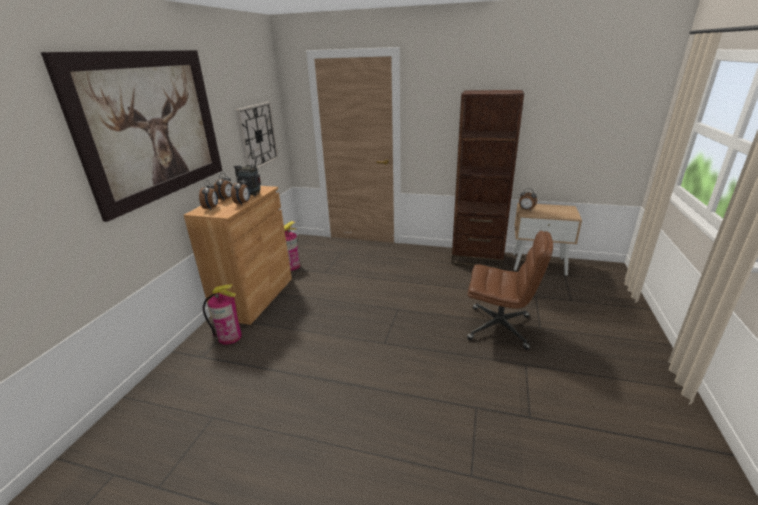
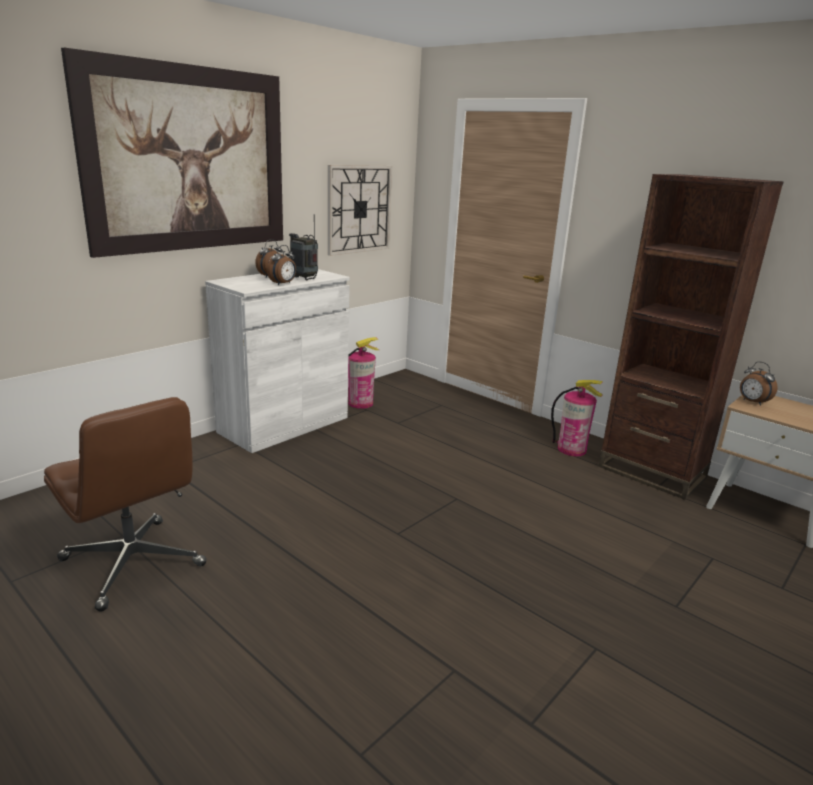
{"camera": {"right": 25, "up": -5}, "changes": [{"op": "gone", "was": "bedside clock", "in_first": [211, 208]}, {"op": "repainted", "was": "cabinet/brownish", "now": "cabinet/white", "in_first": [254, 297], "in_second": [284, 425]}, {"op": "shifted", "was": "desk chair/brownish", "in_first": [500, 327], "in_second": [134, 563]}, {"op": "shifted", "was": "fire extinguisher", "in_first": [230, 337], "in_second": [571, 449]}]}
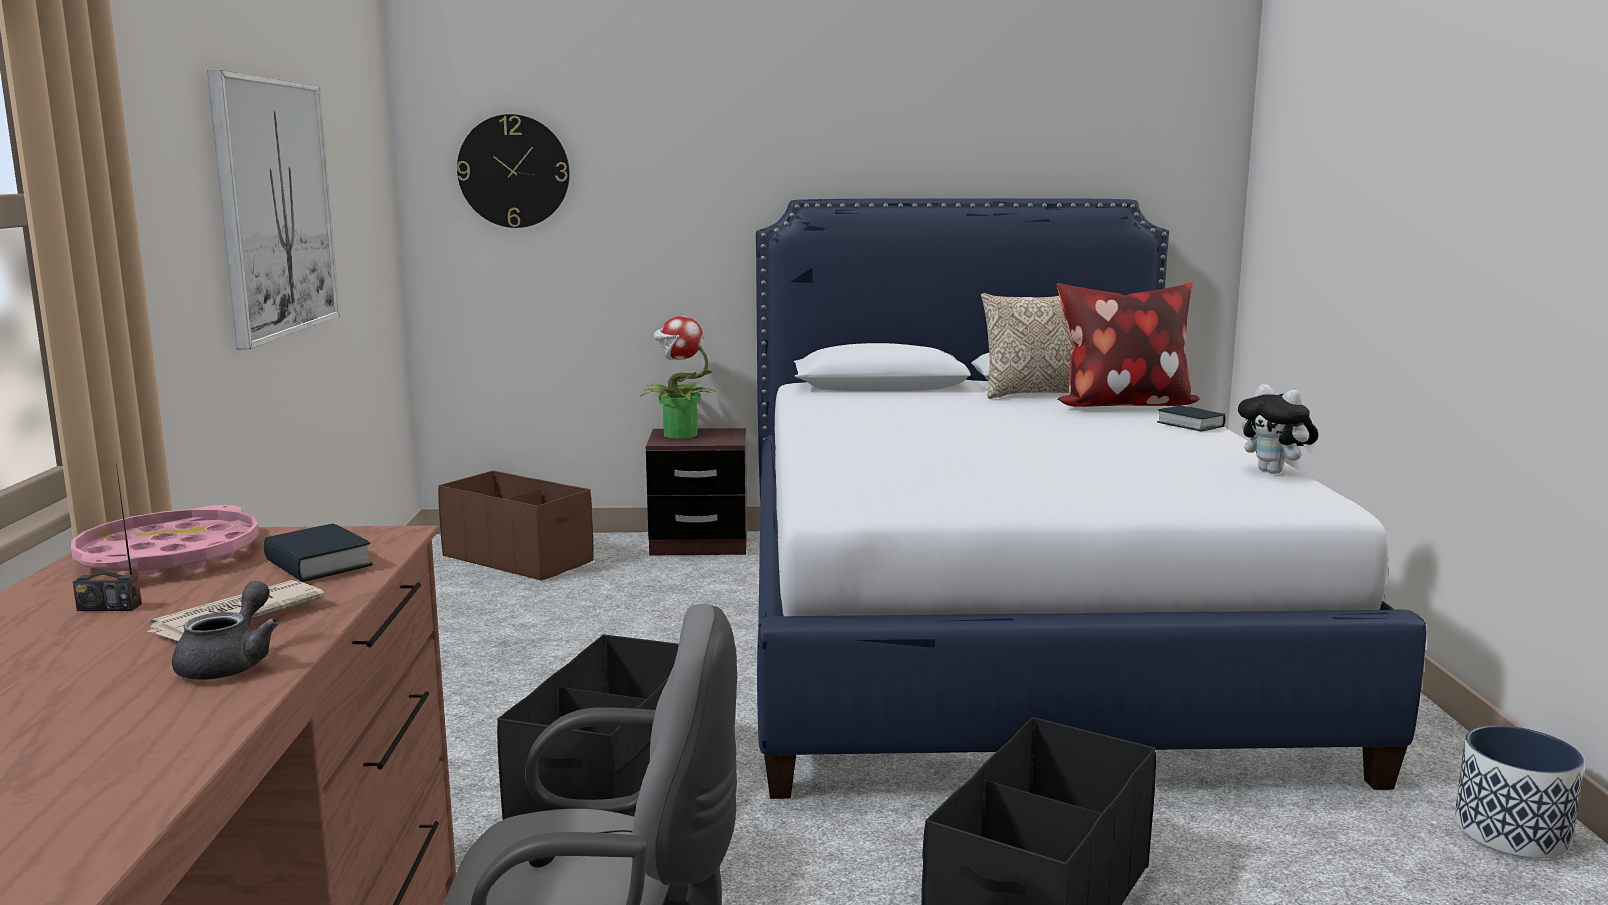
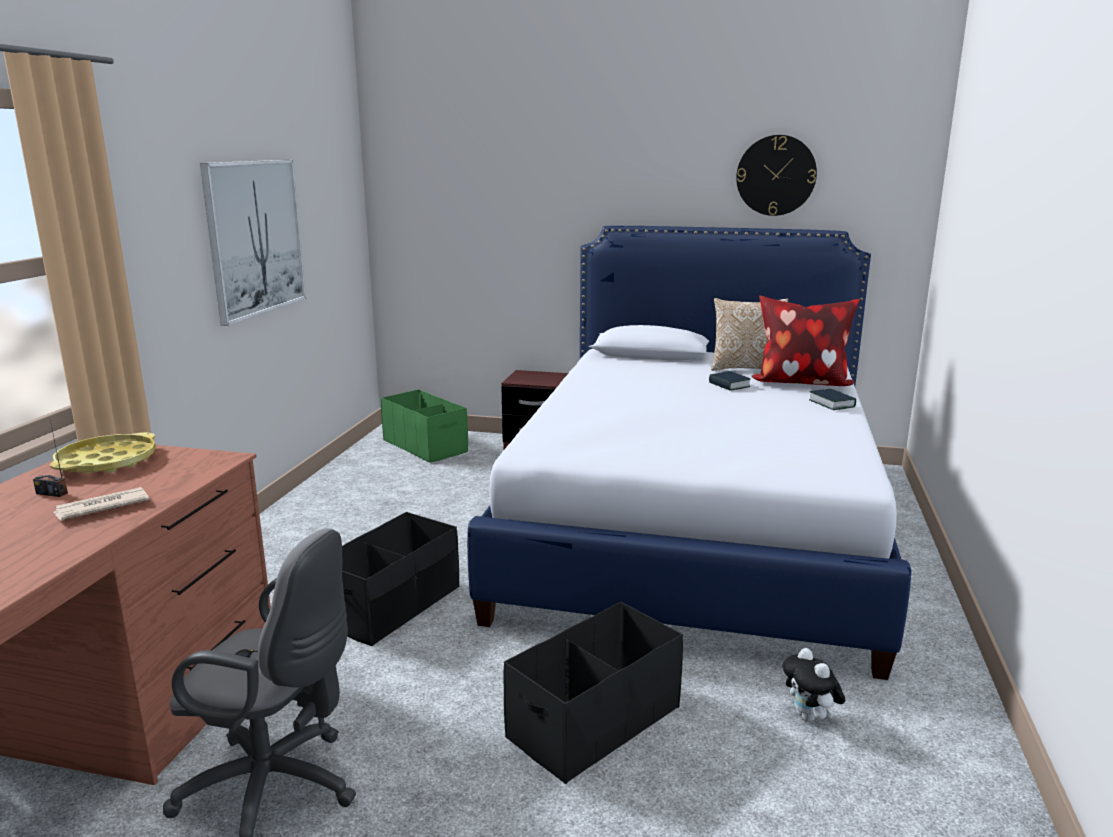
{"camera": {"right": 15, "up": 5}, "changes": [{"op": "shifted", "was": "wall clock", "in_first": [514, 171], "in_second": [776, 175]}, {"op": "gone", "was": "houseplant", "in_first": [679, 434]}, {"op": "shifted", "was": "plush toy", "in_first": [1274, 472], "in_second": [810, 718]}, {"op": "repainted", "was": "storage box/brownish", "now": "storage box/green-coloured", "in_first": [518, 558], "in_second": [425, 446]}, {"op": "repainted", "was": "carrying tray/pink-coloured", "now": "carrying tray/yellow-coloured", "in_first": [169, 556], "in_second": [107, 462]}, {"op": "shifted", "was": "bound book", "in_first": [318, 564], "in_second": [729, 385]}, {"op": "gone", "was": "pot for tea/greyish", "in_first": [231, 663]}, {"op": "gone", "was": "flower pot", "in_first": [1512, 833]}]}
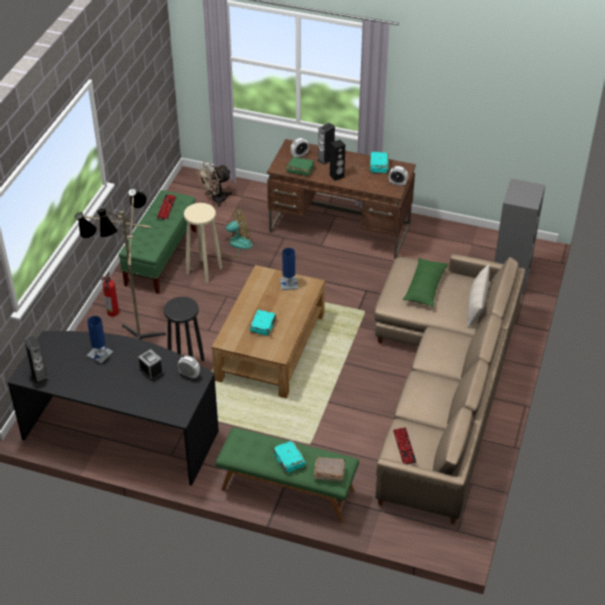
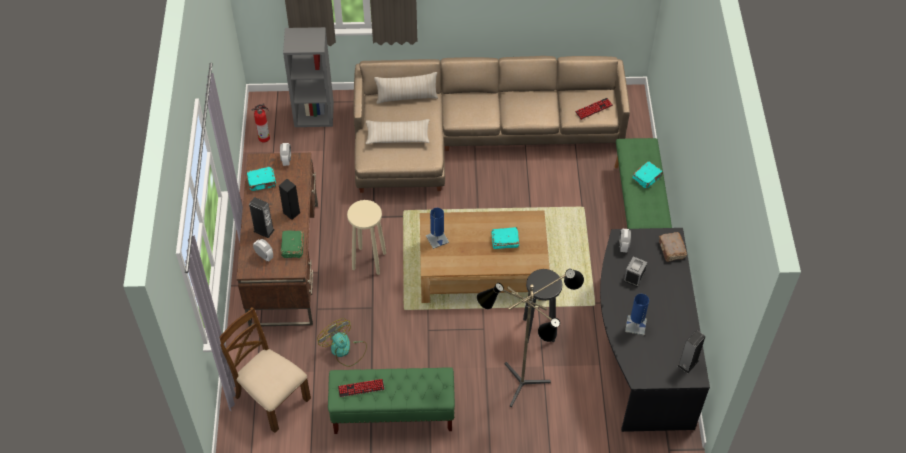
{"camera": {"right": -110, "up": 10}, "changes": [{"op": "swapped", "was": "cooling fan/beige", "now": "plain chair/brownish", "in_first": [215, 199], "in_second": [271, 397]}, {"op": "shifted", "was": "stool/beige", "in_first": [203, 270], "in_second": [369, 261]}, {"op": "repainted", "was": "cushion/green-coloured", "now": "cushion/beige", "in_first": [425, 287], "in_second": [397, 136]}, {"op": "shifted", "was": "fire extinguisher", "in_first": [112, 313], "in_second": [265, 137]}, {"op": "shifted", "was": "bound book/brownish", "in_first": [329, 473], "in_second": [671, 250]}]}
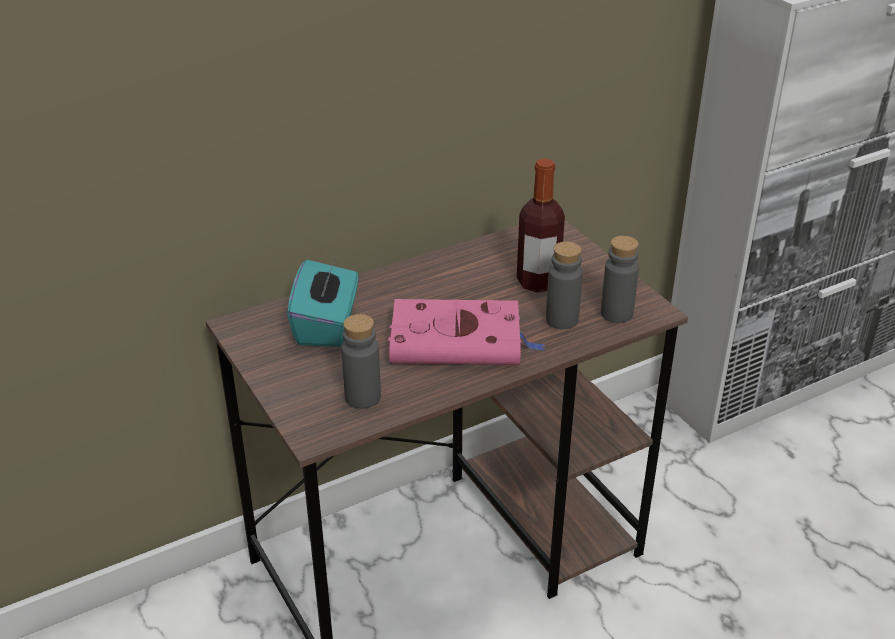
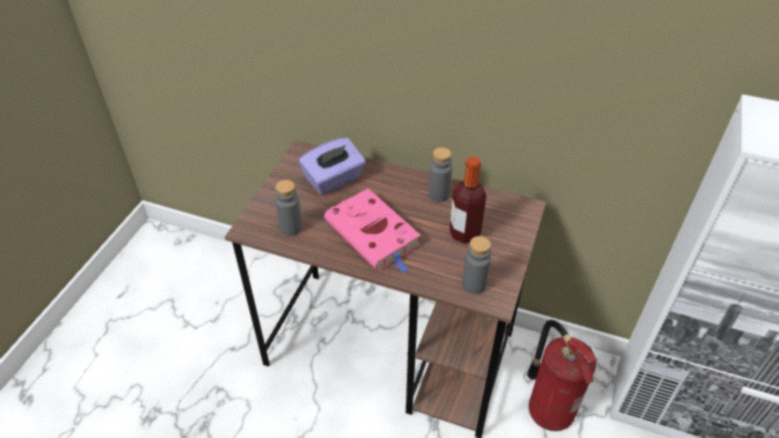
{"camera": {"right": 50, "up": 10}, "changes": [{"op": "shifted", "was": "bottle/greyish", "in_first": [562, 320], "in_second": [439, 194]}, {"op": "repainted", "was": "tissue box/turquoise-coloured", "now": "tissue box/purple-coloured", "in_first": [327, 325], "in_second": [334, 180]}, {"op": "new", "now": "fire extinguisher", "in_second": [549, 409]}]}
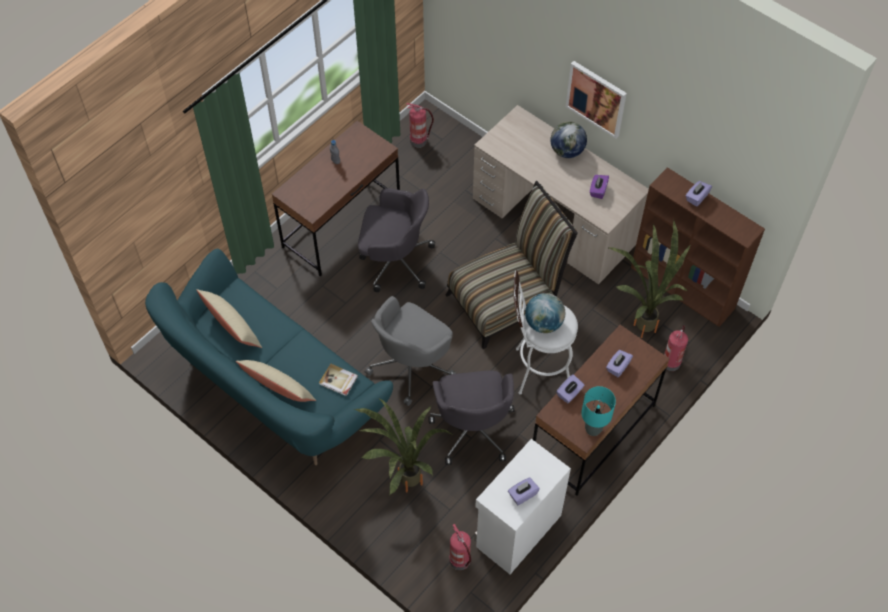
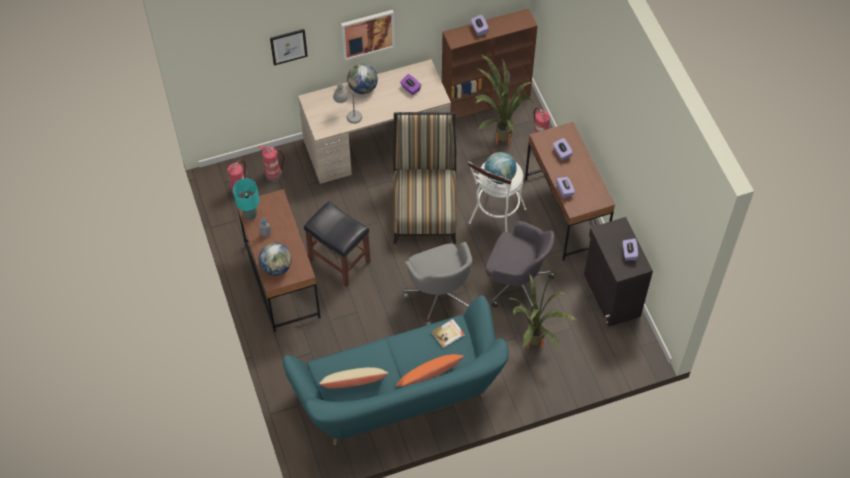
{"camera": {"right": -60, "up": 0}, "changes": [{"op": "swapped", "was": "desk chair/greyish", "now": "stool/blackish", "in_first": [395, 260], "in_second": [340, 261]}, {"op": "repainted", "was": "cushion/beige", "now": "cushion/orange-coloured", "in_first": [278, 389], "in_second": [429, 377]}, {"op": "shifted", "was": "tabletop lamp/turquoise-coloured", "in_first": [593, 429], "in_second": [250, 215]}, {"op": "repainted", "was": "cabinet/white", "now": "cabinet/blackish", "in_first": [517, 530], "in_second": [611, 295]}, {"op": "shifted", "was": "fire extinguisher", "in_first": [460, 561], "in_second": [274, 175]}, {"op": "new", "now": "wall picture", "in_second": [288, 46]}, {"op": "new", "now": "tabletop lamp/greyish", "in_second": [348, 115]}, {"op": "new", "now": "desk globe", "in_second": [276, 267]}]}
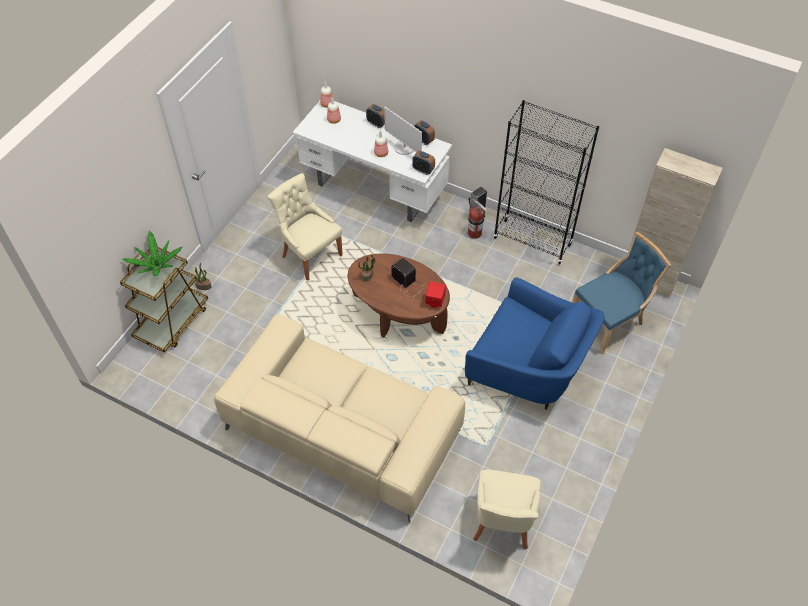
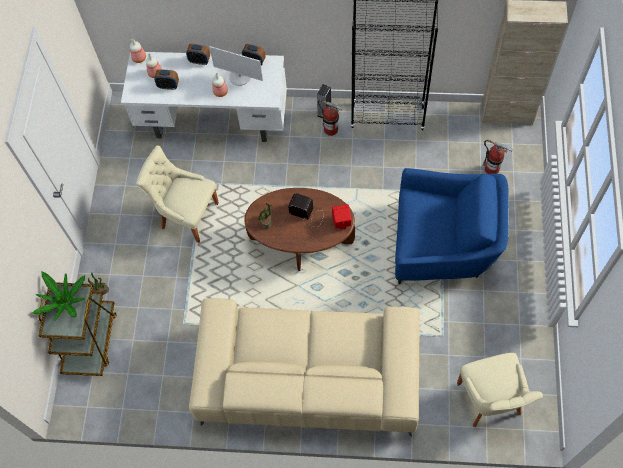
{"camera": {"right": -20, "up": 10}, "changes": [{"op": "shifted", "was": "bedside clock", "in_first": [423, 170], "in_second": [168, 86]}, {"op": "swapped", "was": "plain chair/bluish", "now": "fire extinguisher", "in_first": [609, 321], "in_second": [492, 169]}]}
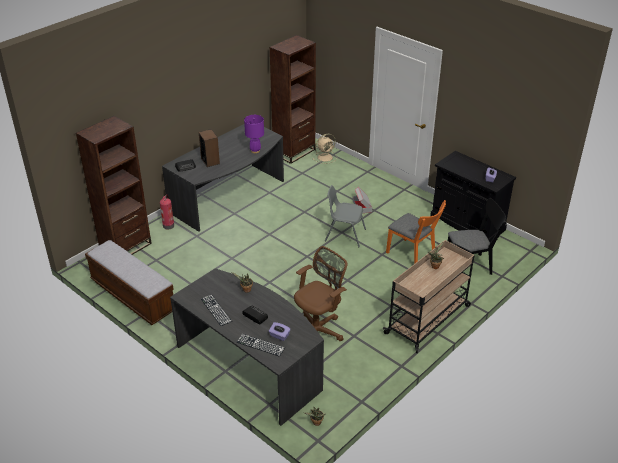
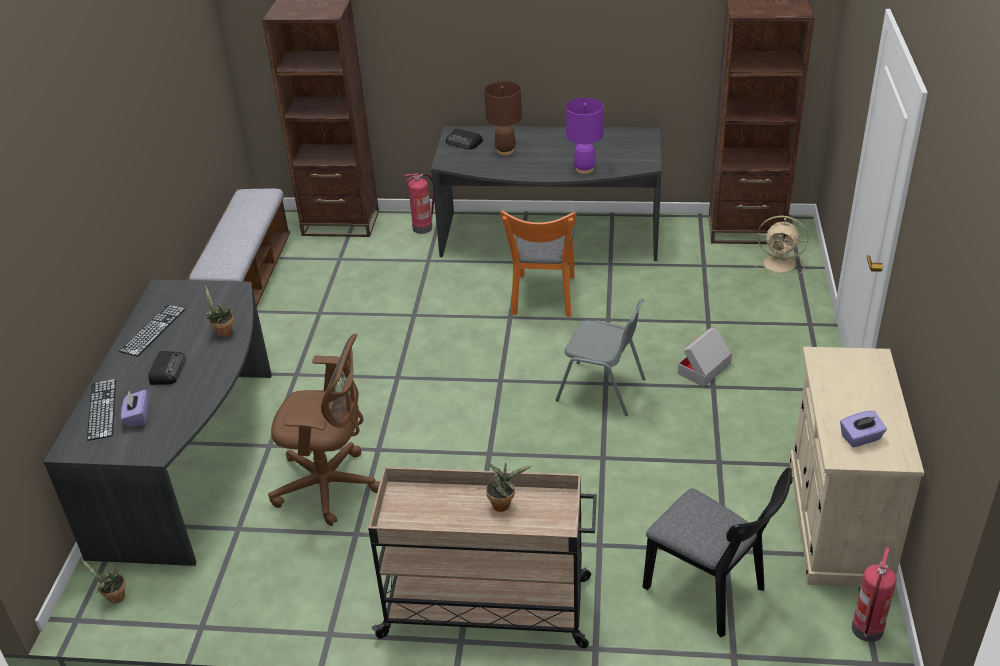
{"camera": {"right": 55, "up": 0}, "changes": [{"op": "swapped", "was": "loudspeaker", "now": "tabletop lamp/brownish", "in_first": [210, 161], "in_second": [505, 151]}, {"op": "repainted", "was": "cabinet/blackish", "now": "cabinet/beige", "in_first": [467, 223], "in_second": [837, 520]}, {"op": "rotated", "was": "plain chair/greyish", "in_first": [344, 235], "in_second": [602, 390], "clockwise": 135}, {"op": "shifted", "was": "plain chair/orange-coloured", "in_first": [413, 255], "in_second": [543, 299]}, {"op": "new", "now": "fire extinguisher", "in_second": [867, 630]}]}
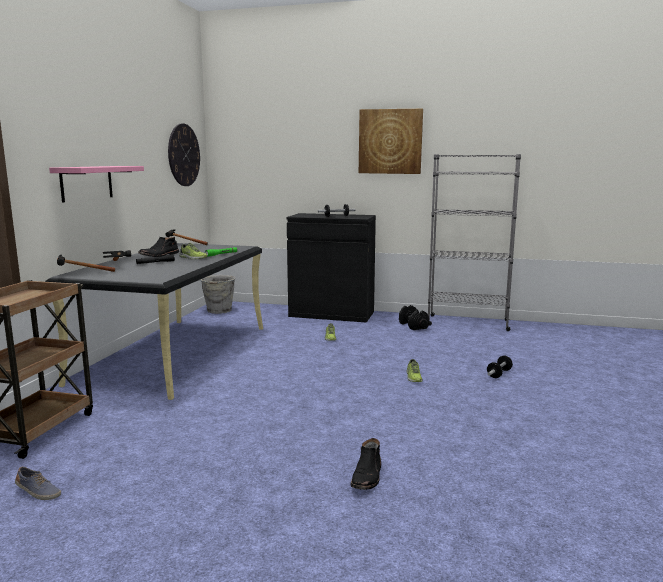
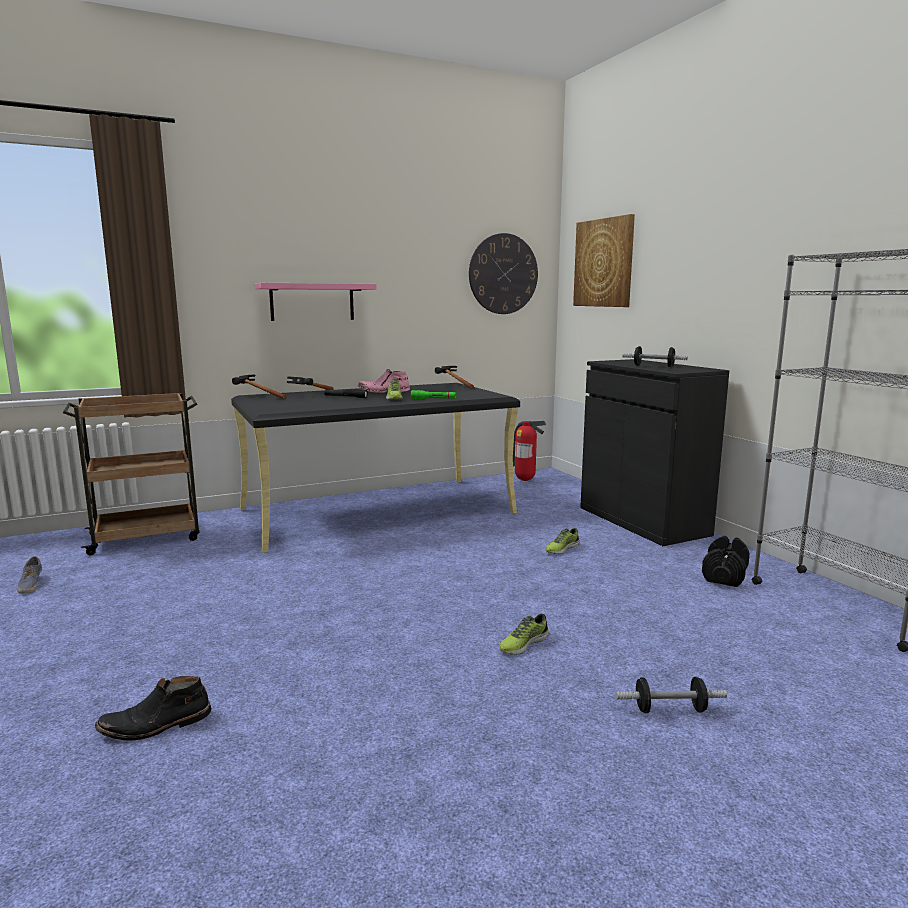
{"camera": {"right": 50, "up": 0}, "changes": [{"op": "shifted", "was": "wall picture", "in_first": [390, 141], "in_second": [604, 263]}, {"op": "repainted", "was": "high-top boot/blackish", "now": "high-top boot/pink-coloured", "in_first": [159, 255], "in_second": [383, 391]}, {"op": "swapped", "was": "bucket/greyish", "now": "fire extinguisher", "in_first": [219, 311], "in_second": [525, 480]}]}
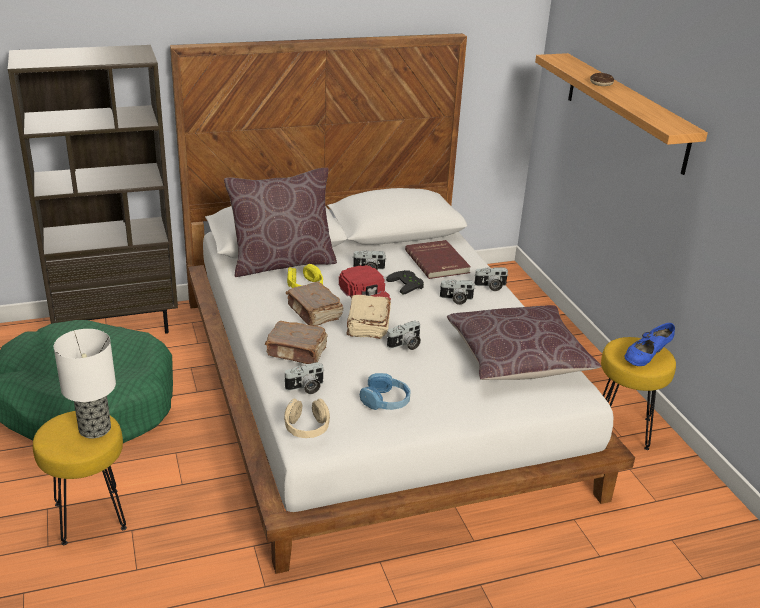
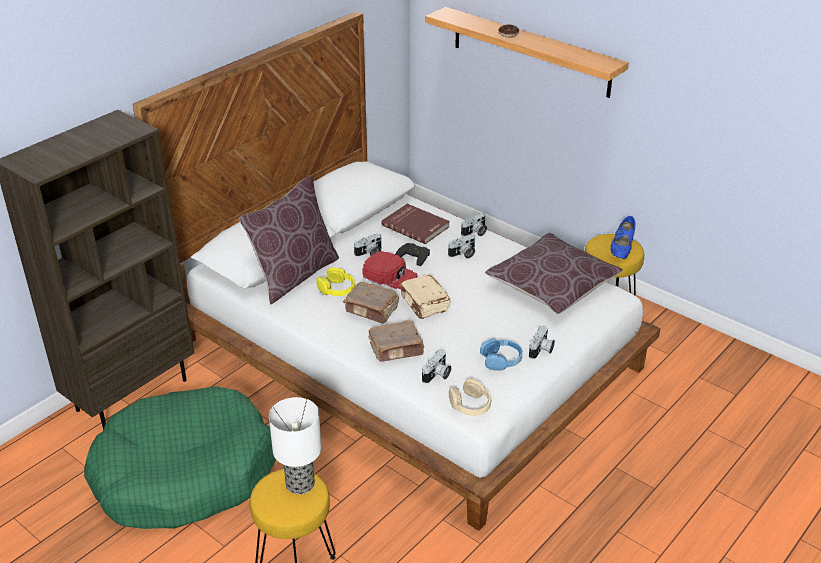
{"camera": {"right": -30, "up": 5}, "changes": [{"op": "shifted", "was": "photo camera", "in_first": [405, 345], "in_second": [541, 351]}]}
